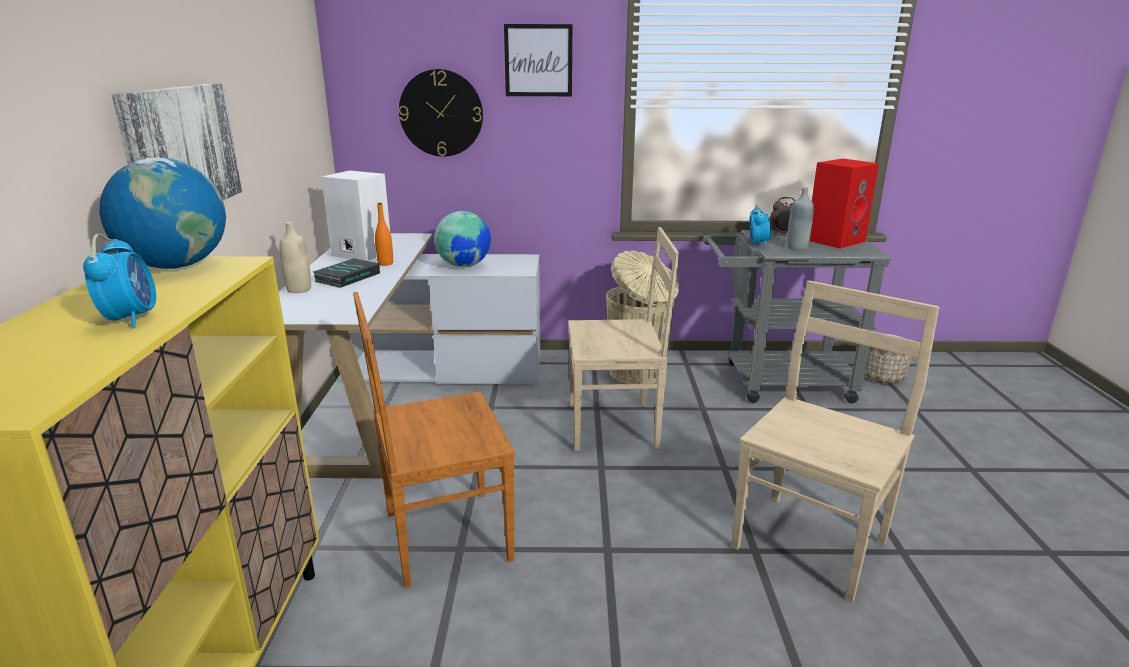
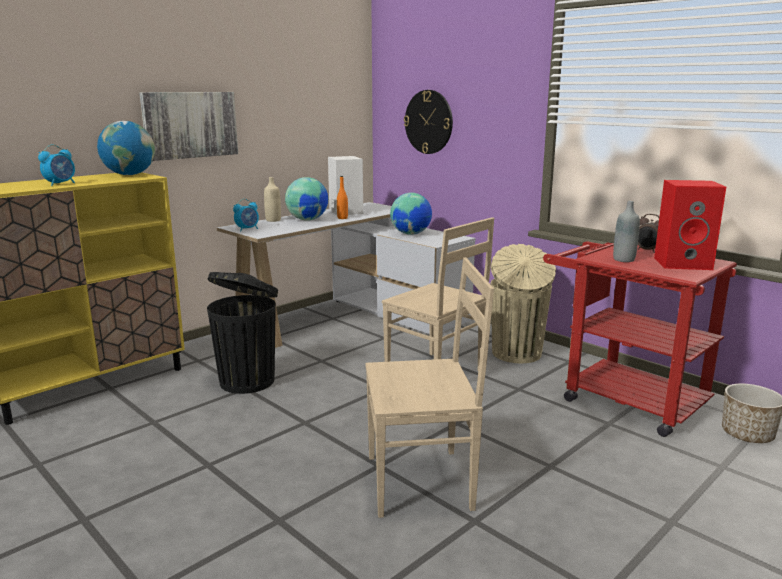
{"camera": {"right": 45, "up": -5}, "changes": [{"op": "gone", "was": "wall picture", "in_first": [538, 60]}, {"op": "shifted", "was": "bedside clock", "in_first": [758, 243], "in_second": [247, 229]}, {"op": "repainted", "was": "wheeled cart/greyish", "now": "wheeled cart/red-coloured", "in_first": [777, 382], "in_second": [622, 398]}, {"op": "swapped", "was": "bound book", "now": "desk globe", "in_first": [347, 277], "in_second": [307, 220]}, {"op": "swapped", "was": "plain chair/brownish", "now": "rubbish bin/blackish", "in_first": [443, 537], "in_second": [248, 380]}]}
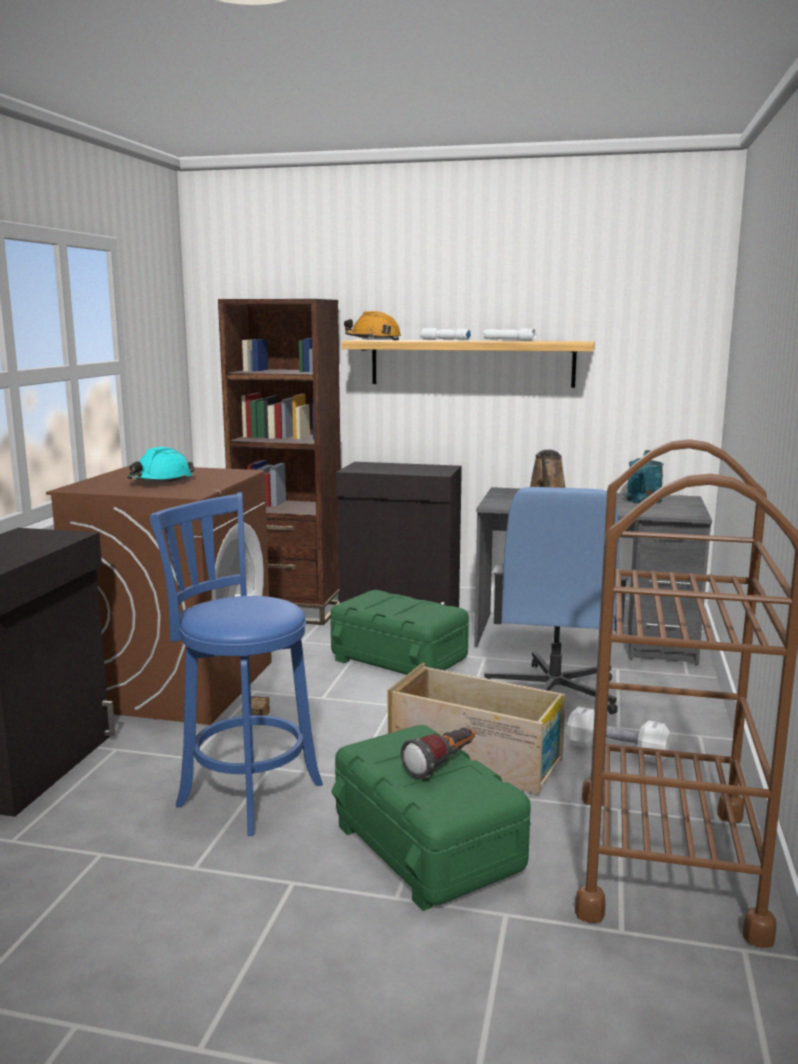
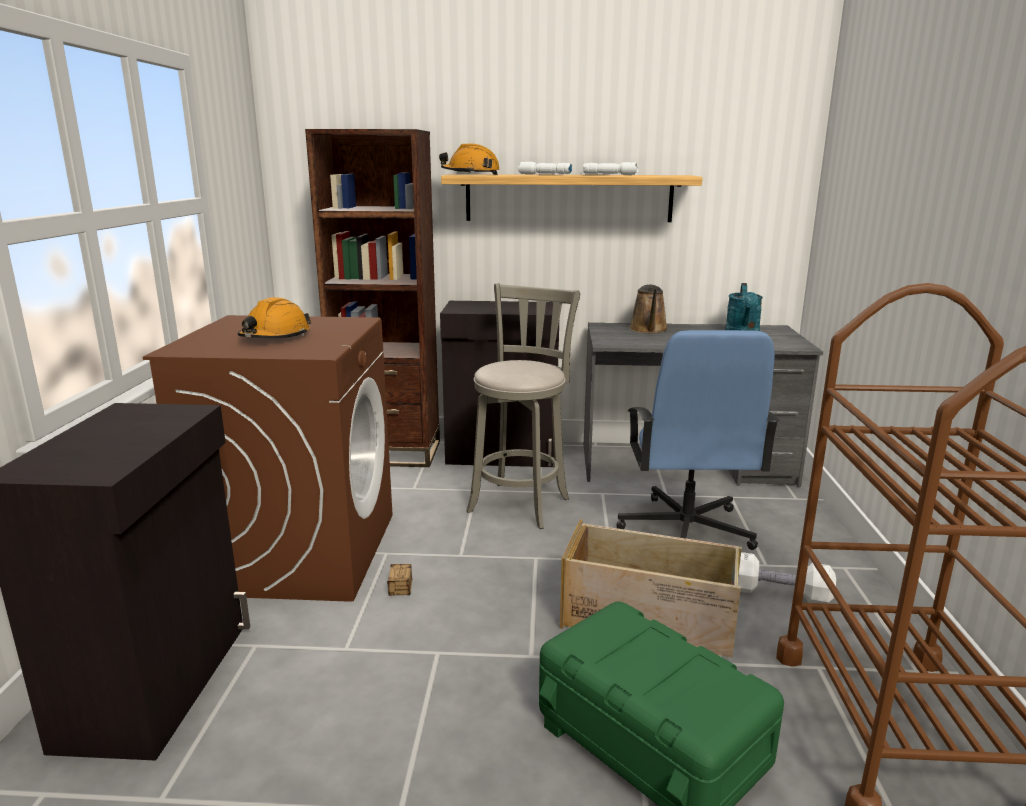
{"camera": {"right": -10, "up": 5}, "changes": [{"op": "repainted", "was": "safety helmet/turquoise-coloured", "now": "safety helmet/orange-coloured", "in_first": [161, 481], "in_second": [275, 337]}, {"op": "gone", "was": "stool/bluish", "in_first": [244, 792]}, {"op": "swapped", "was": "storage box/green-coloured", "now": "stool/greyish", "in_first": [399, 660], "in_second": [521, 503]}, {"op": "gone", "was": "hand torch", "in_first": [442, 765]}]}
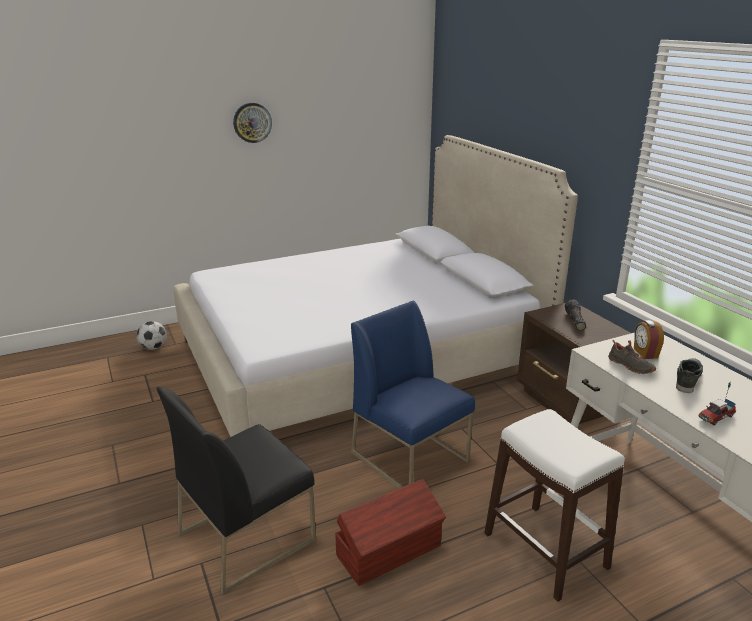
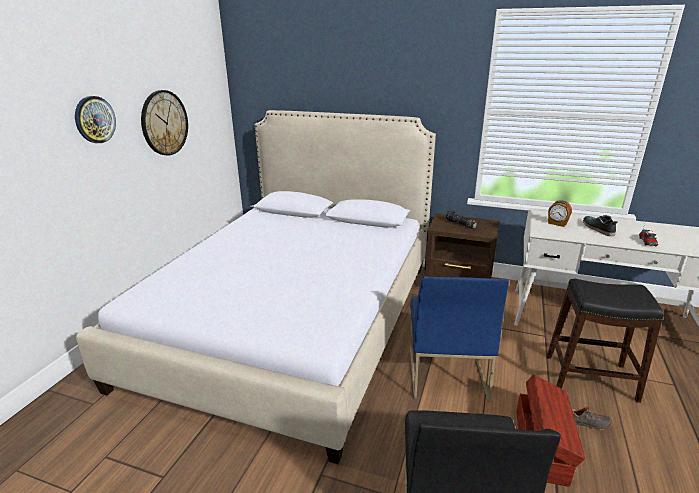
{"camera": {"right": -45, "up": 0}, "changes": [{"op": "rotated", "was": "plain chair/bluish", "in_first": [411, 457], "in_second": [445, 372], "clockwise": -90}, {"op": "gone", "was": "football", "in_first": [153, 348]}, {"op": "shifted", "was": "low shoe/blackish", "in_first": [629, 366], "in_second": [587, 424]}, {"op": "repainted", "was": "stool/white", "now": "stool/blackish", "in_first": [545, 551], "in_second": [590, 378]}, {"op": "new", "now": "wall clock", "in_second": [164, 123]}]}
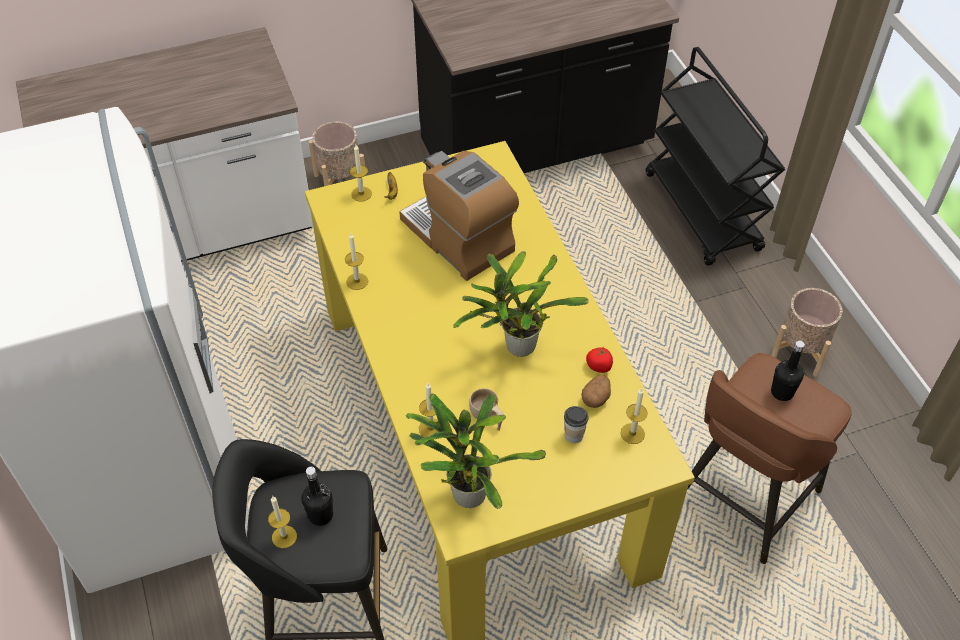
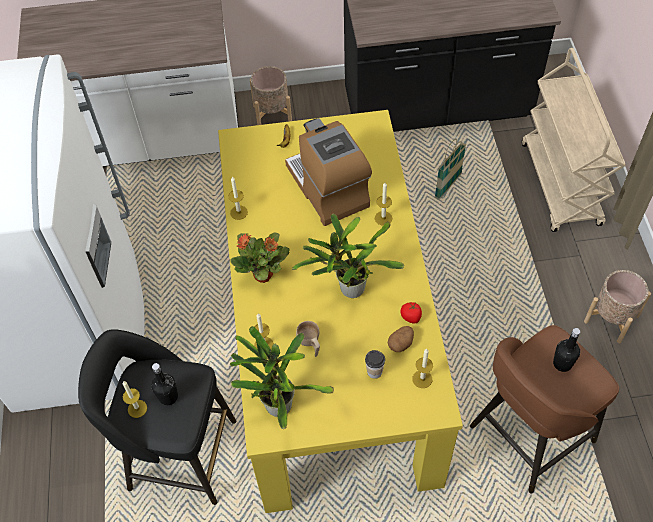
{"camera": {"right": 15, "up": 5}, "changes": [{"op": "repainted", "was": "wheeled cart/blackish", "now": "wheeled cart/beige", "in_first": [703, 212], "in_second": [561, 185]}, {"op": "shifted", "was": "wax light", "in_first": [361, 194], "in_second": [383, 218]}, {"op": "new", "now": "storage basket", "in_second": [448, 186]}, {"op": "new", "now": "houseplant", "in_second": [264, 275]}]}
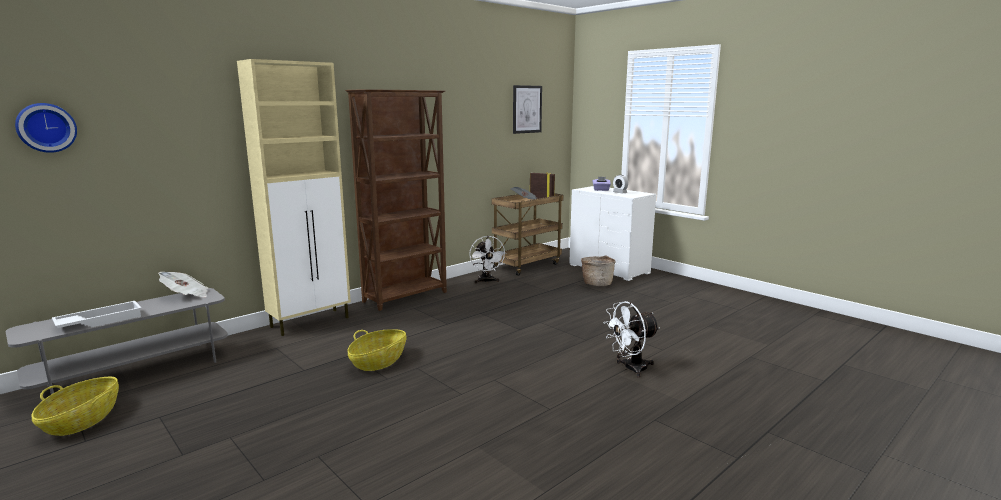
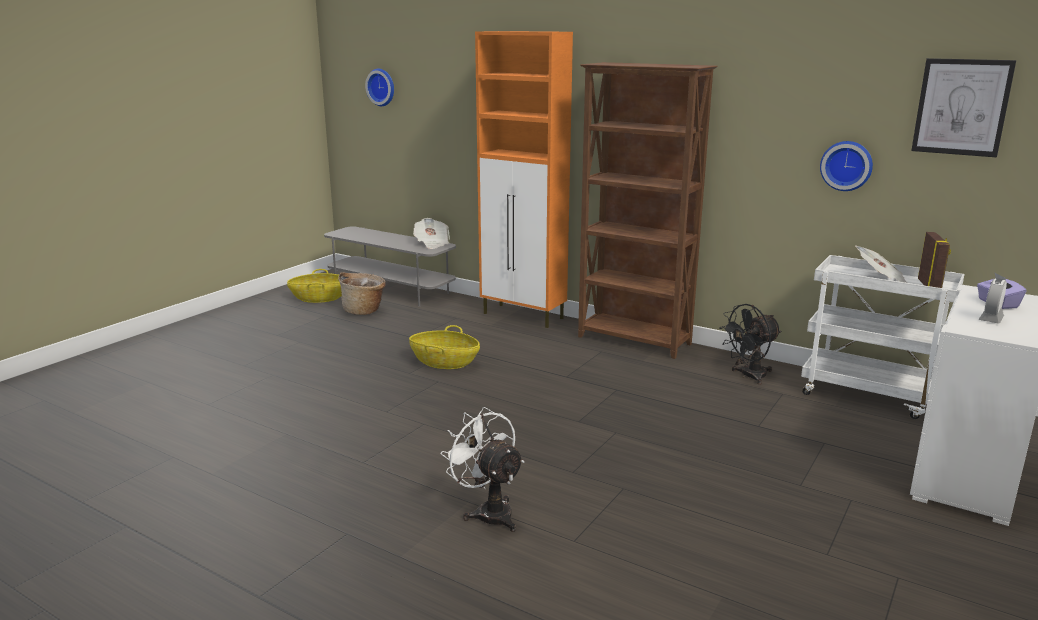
{"camera": {"right": 75, "up": 5}, "changes": [{"op": "repainted", "was": "cabinet/beige", "now": "cabinet/orange-coloured", "in_first": [311, 322], "in_second": [524, 316]}, {"op": "repainted", "was": "wheeled cart/brownish", "now": "wheeled cart/white", "in_first": [527, 265], "in_second": [870, 395]}, {"op": "repainted", "was": "cooling fan/white", "now": "cooling fan/blackish", "in_first": [486, 281], "in_second": [748, 376]}, {"op": "shifted", "was": "storage basket", "in_first": [597, 284], "in_second": [364, 311]}, {"op": "gone", "was": "carrying tray/white", "in_first": [100, 321]}, {"op": "new", "now": "wall clock", "in_second": [846, 165]}]}
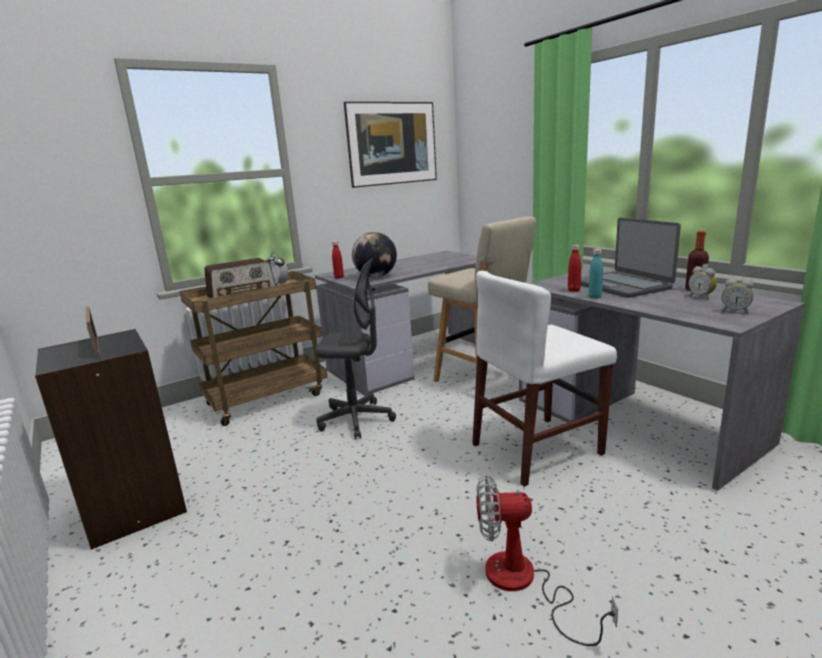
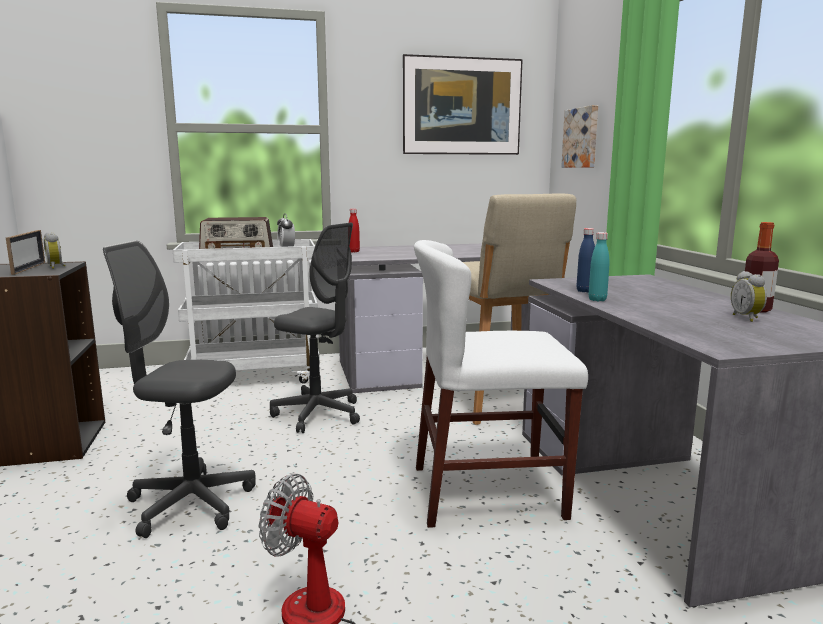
{"camera": {"right": 20, "up": -5}, "changes": [{"op": "gone", "was": "laptop", "in_first": [622, 285]}, {"op": "gone", "was": "desk globe", "in_first": [376, 276]}, {"op": "repainted", "was": "bottle/red-coloured", "now": "bottle/bluish", "in_first": [574, 290], "in_second": [584, 291]}, {"op": "repainted", "was": "wheeled cart/brownish", "now": "wheeled cart/white", "in_first": [267, 398], "in_second": [255, 376]}, {"op": "shifted", "was": "bedside clock", "in_first": [735, 311], "in_second": [56, 267]}, {"op": "new", "now": "wall picture", "in_second": [582, 138]}, {"op": "new", "now": "desk chair/greyish", "in_second": [191, 504]}]}
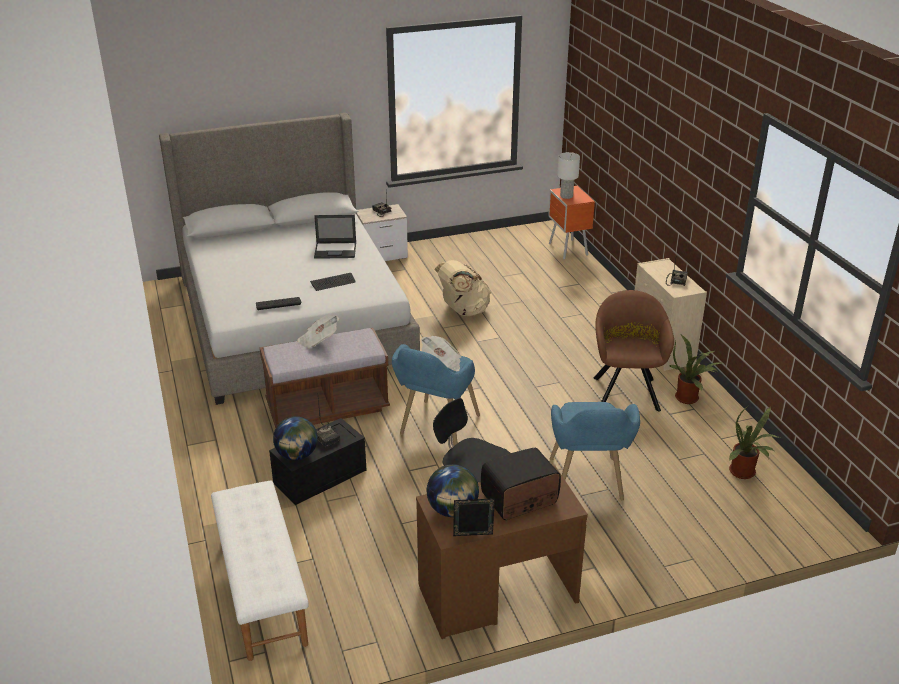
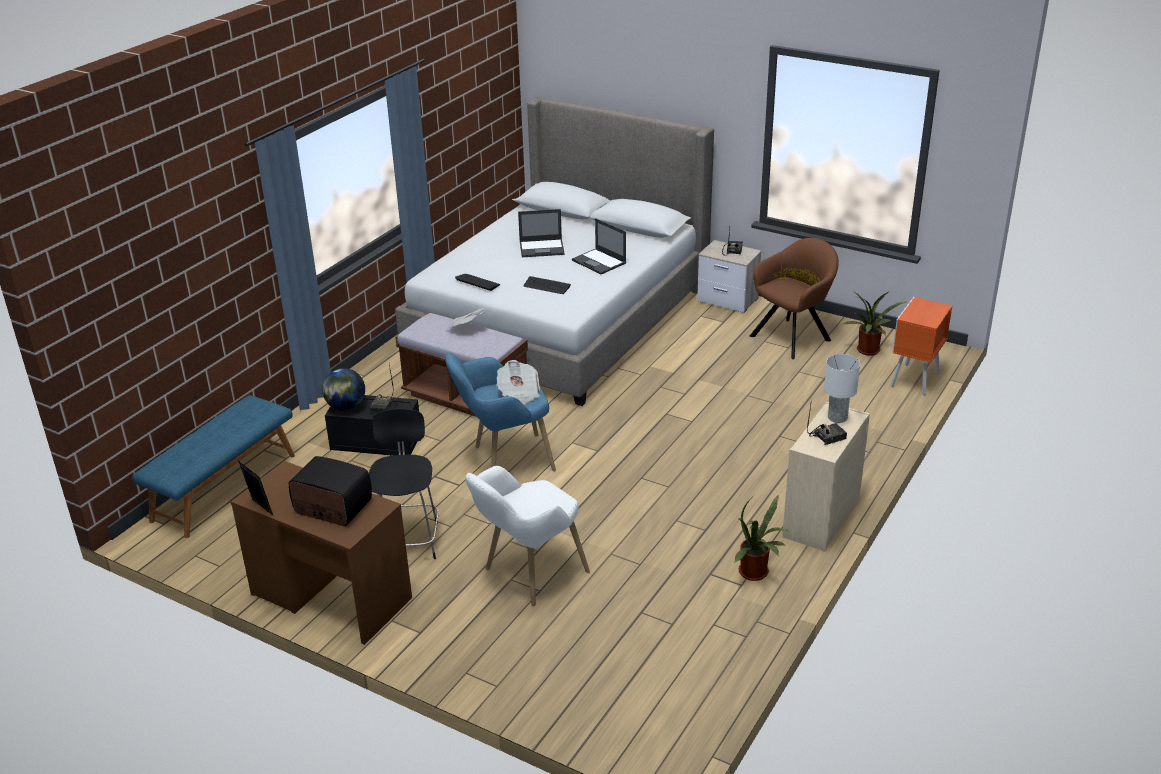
{"camera": {"right": 50, "up": 0}, "changes": [{"op": "shifted", "was": "tabletop lamp/white", "in_first": [566, 196], "in_second": [837, 418]}, {"op": "gone", "was": "knapsack/beige", "in_first": [463, 311]}, {"op": "shifted", "was": "armchair/brownish", "in_first": [626, 391], "in_second": [793, 336]}, {"op": "repainted", "was": "armchair/bluish", "now": "armchair/white", "in_first": [587, 487], "in_second": [526, 577]}, {"op": "shifted", "was": "houseplant", "in_first": [744, 473], "in_second": [868, 352]}, {"op": "gone", "was": "desk globe", "in_first": [452, 510]}, {"op": "repainted", "was": "bench/white", "now": "bench/bluish", "in_first": [261, 589], "in_second": [224, 487]}, {"op": "new", "now": "laptop", "in_second": [542, 248]}]}
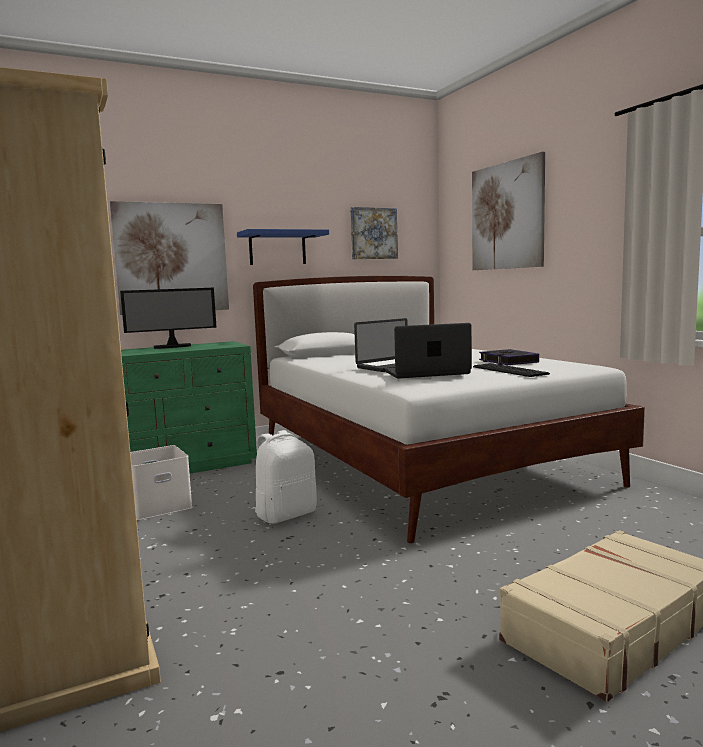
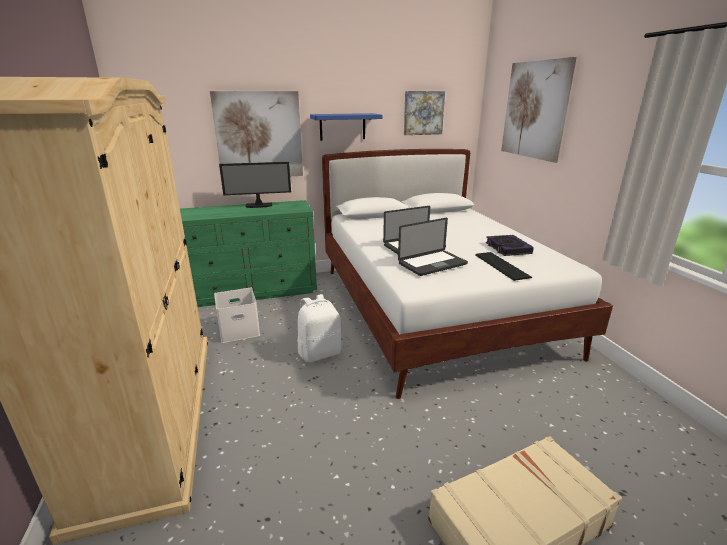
{"camera": {"right": 10, "up": 15}, "changes": [{"op": "rotated", "was": "laptop", "in_first": [427, 373], "in_second": [432, 264], "clockwise": 150}]}
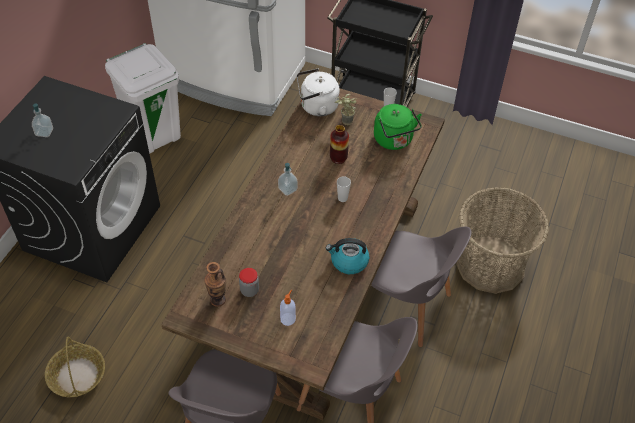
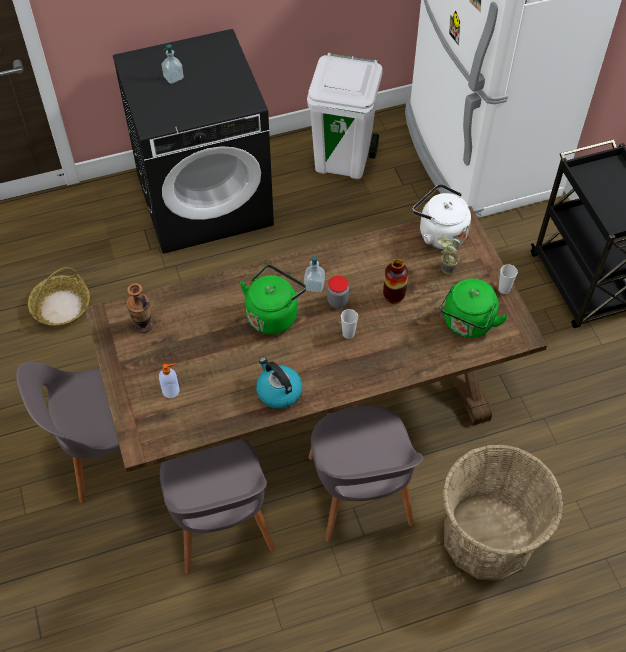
{"camera": {"right": 50, "up": 5}, "changes": [{"op": "shifted", "was": "jar", "in_first": [249, 290], "in_second": [337, 301]}, {"op": "new", "now": "water kettle/green-coloured", "in_second": [273, 314]}]}
